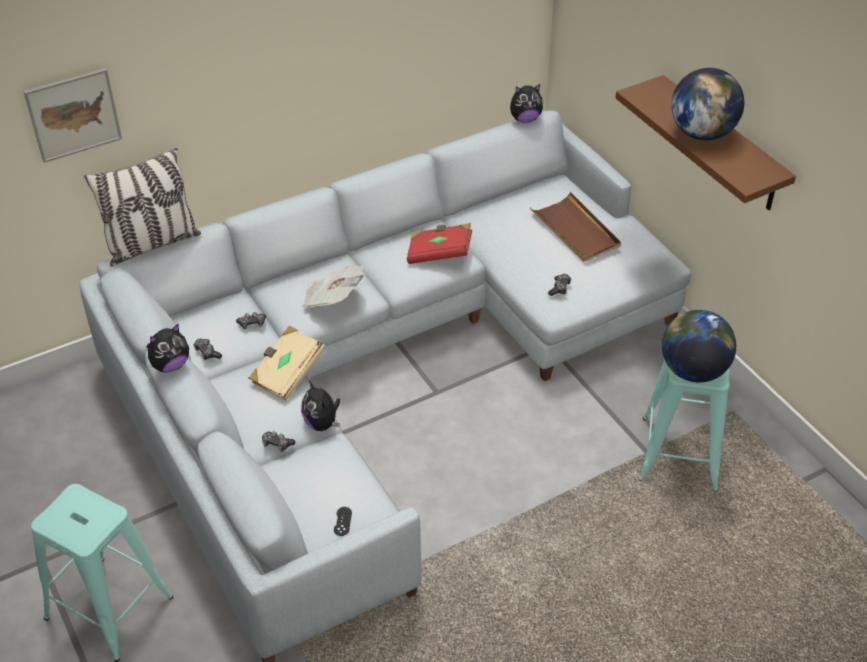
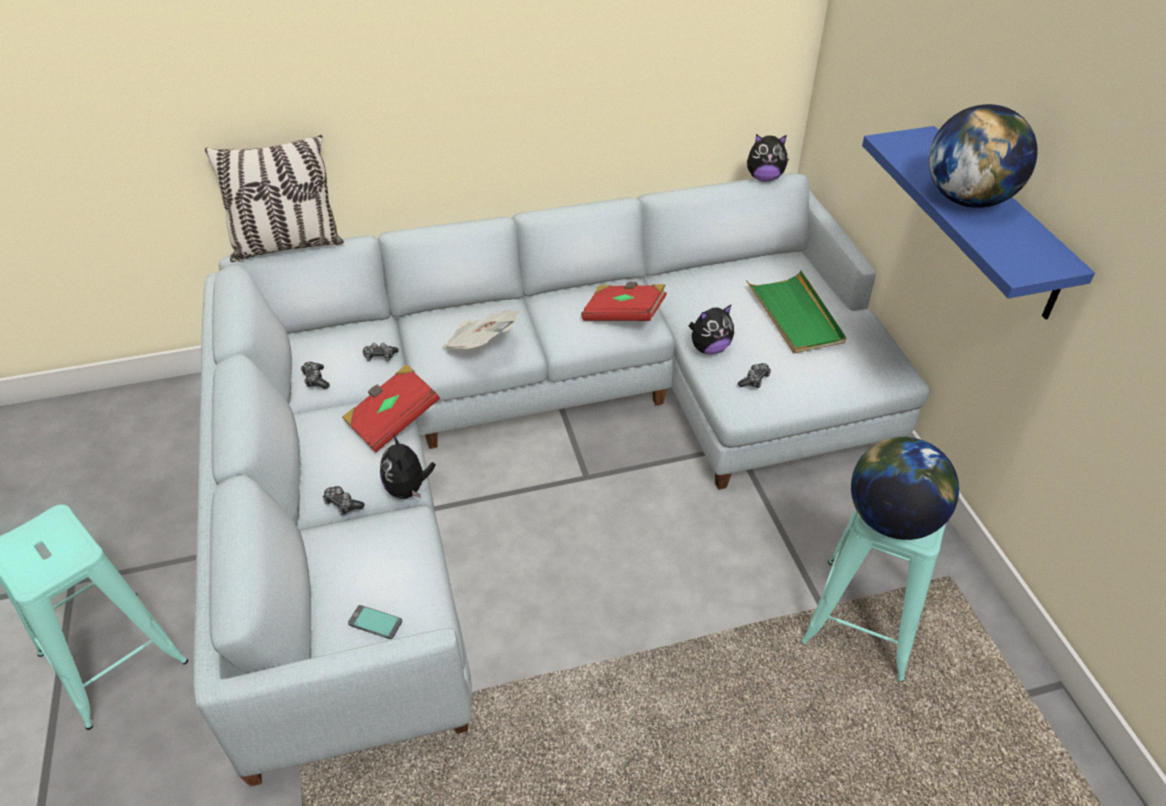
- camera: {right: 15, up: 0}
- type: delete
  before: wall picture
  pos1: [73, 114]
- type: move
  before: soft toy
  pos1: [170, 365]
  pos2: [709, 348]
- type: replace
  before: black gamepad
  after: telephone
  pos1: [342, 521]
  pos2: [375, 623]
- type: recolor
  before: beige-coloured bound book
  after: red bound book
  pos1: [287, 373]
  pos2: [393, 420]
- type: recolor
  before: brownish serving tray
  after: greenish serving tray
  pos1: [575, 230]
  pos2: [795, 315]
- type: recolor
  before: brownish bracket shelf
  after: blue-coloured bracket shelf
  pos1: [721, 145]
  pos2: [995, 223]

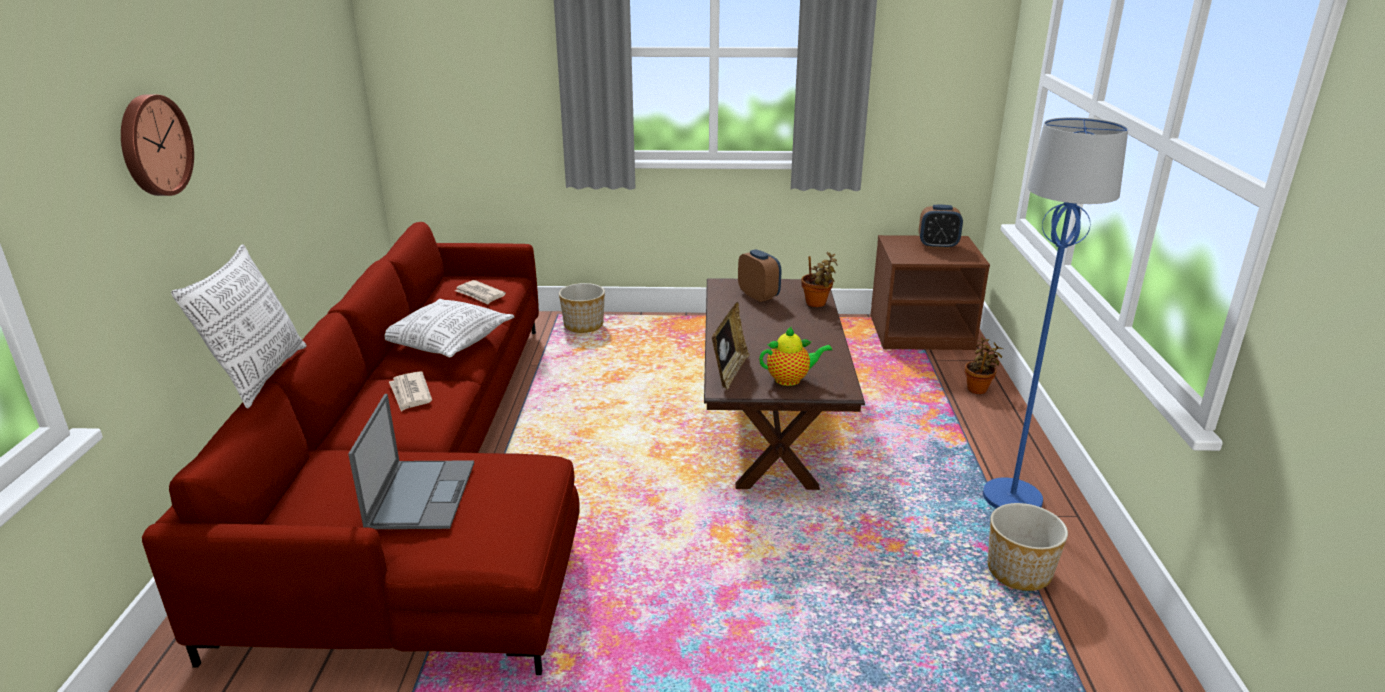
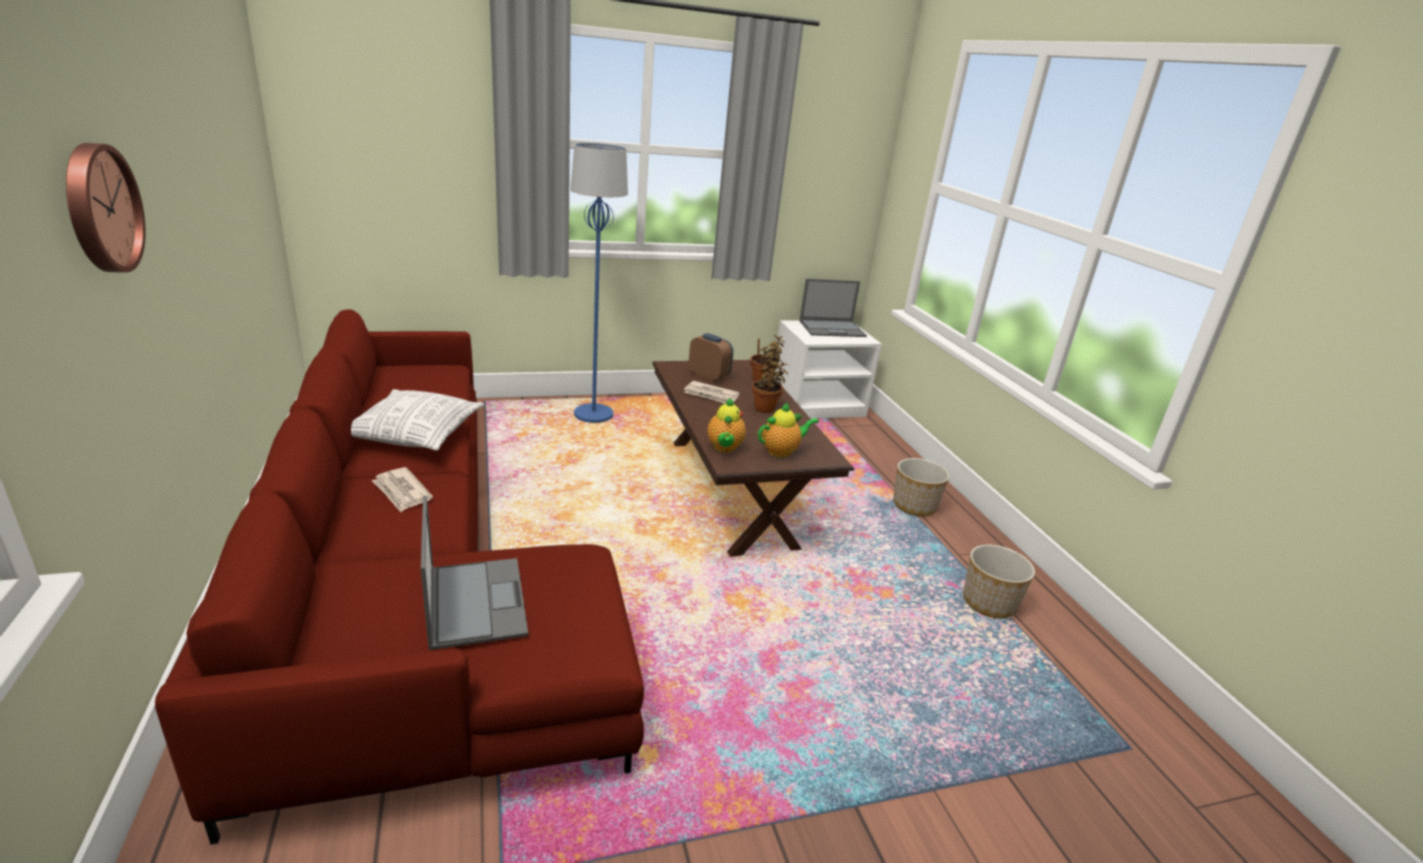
- camera: {right: -20, up: 0}
- type: delete
  before: cushion
  pos1: [260, 376]
- type: move
  before: newspaper
  pos1: [480, 294]
  pos2: [711, 395]
- type: move
  before: plant pot
  pos1: [584, 325]
  pos2: [914, 505]
- type: move
  before: plant in a pot
  pos1: [978, 389]
  pos2: [765, 408]
- type: move
  before: blue-coloured standing lamp
  pos1: [1012, 499]
  pos2: [593, 415]
- type: replace
  before: picture frame
  after: teapot
  pos1: [729, 372]
  pos2: [724, 448]
- type: replace
  before: table clock
  after: laptop
  pos1: [937, 246]
  pos2: [832, 329]
- type: recolor
  before: brownish bedside table
  after: white bedside table
  pos1: [921, 333]
  pos2: [817, 404]

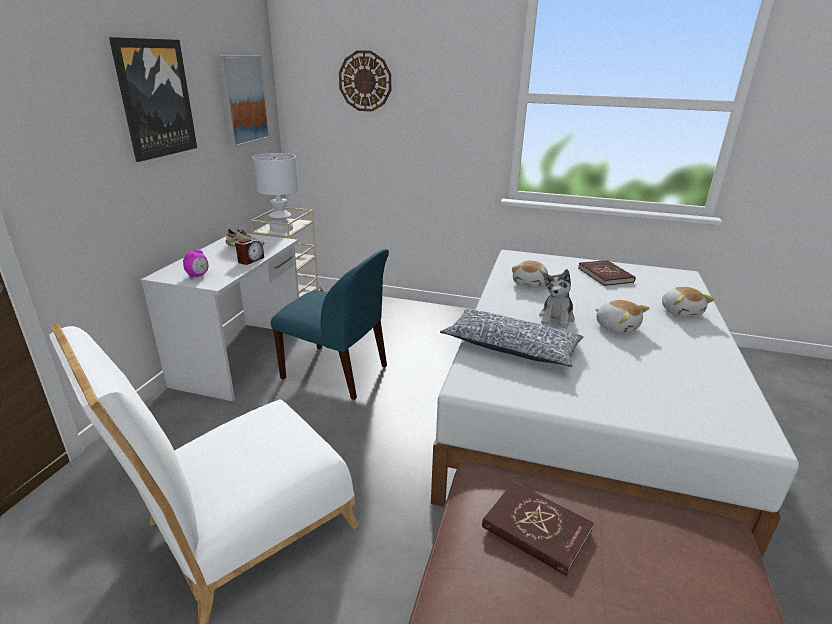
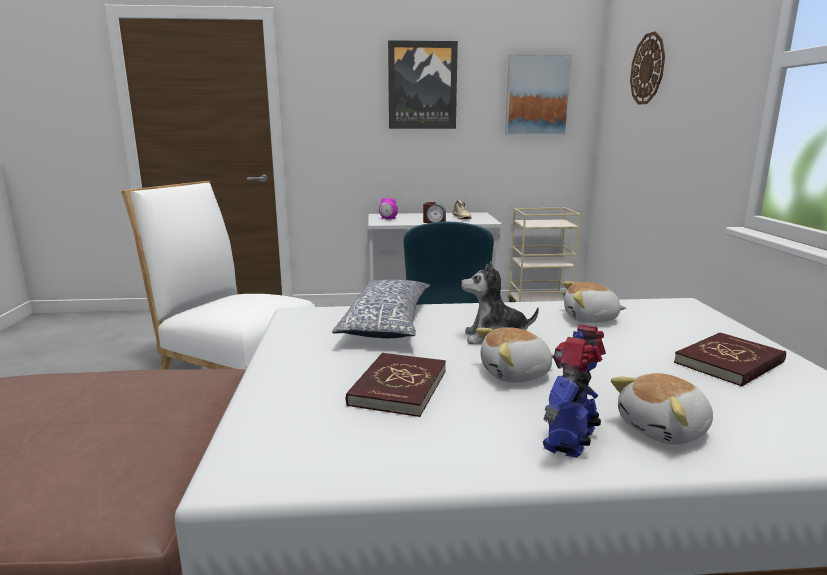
- camera: {right: 70, up: -10}
- type: delete
  before: white tabletop lamp
  pos1: [281, 229]
- type: insert
  after: robot figure
  pos2: [571, 440]
- type: move
  before: red bound book
  pos1: [536, 529]
  pos2: [398, 387]
- type: rotate
  before: soft toy
  pos1: [617, 327]
  pos2: [516, 374]
  turn: 45

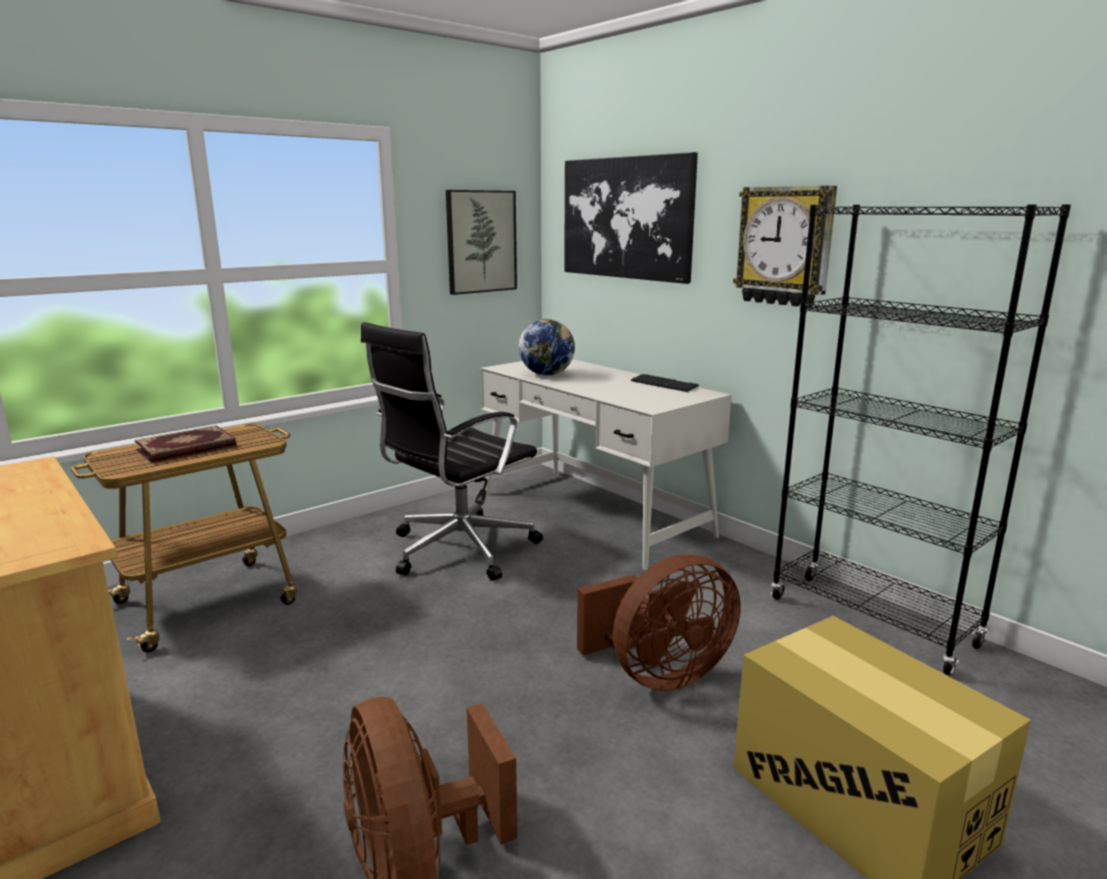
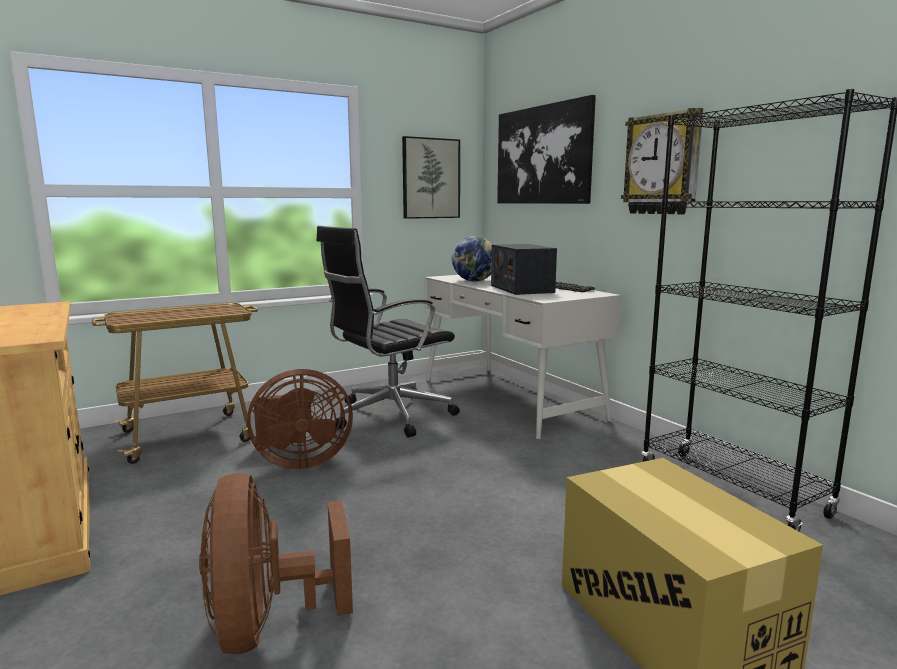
- camera: {right: 10, up: -5}
- type: delete
  before: bound book
  pos1: [187, 448]
- type: insert
  after: radio
  pos2: [521, 289]
- type: move
  before: brownish cooling fan
  pos1: [659, 675]
  pos2: [299, 462]

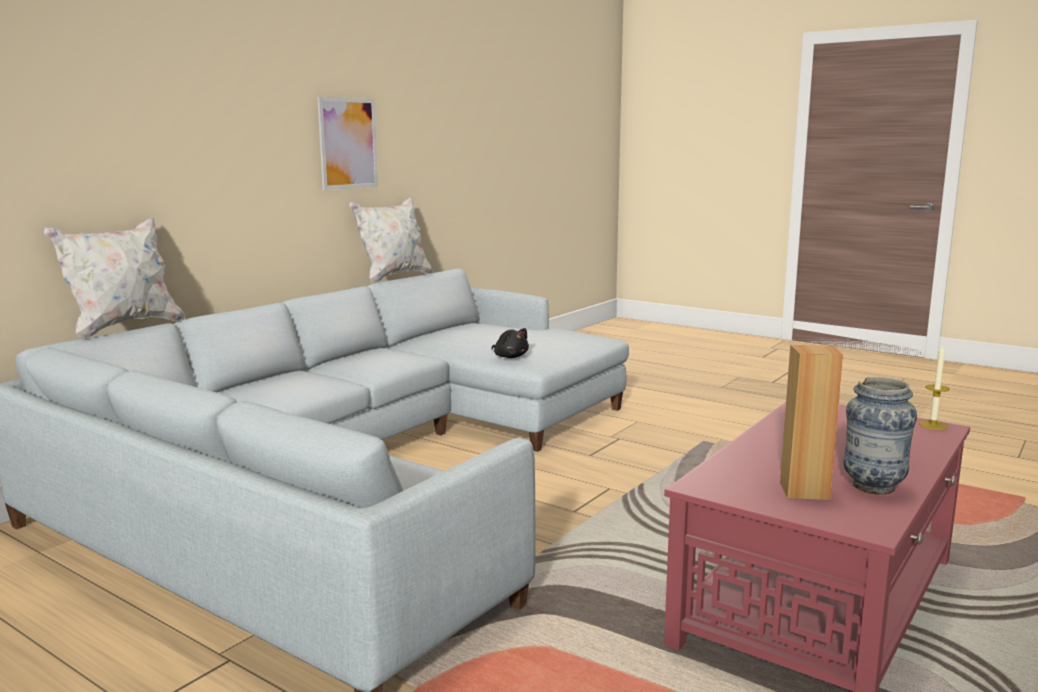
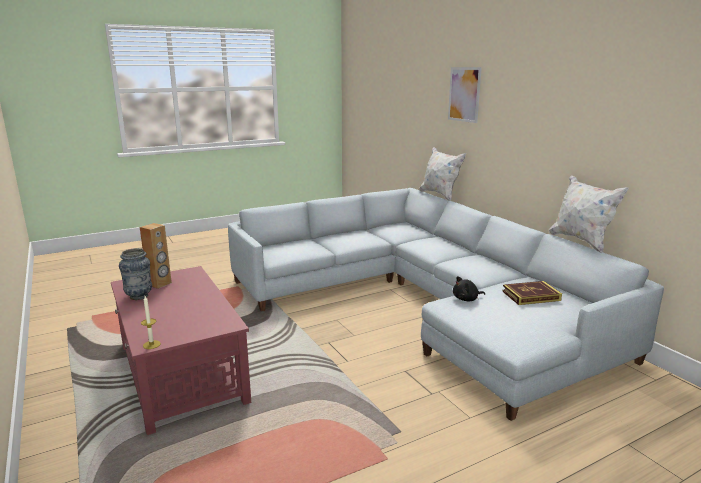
- camera: {right: 115, up: 5}
- type: insert
  after: bound book
  pos2: [531, 296]
- type: move
  before: wall picture
  pos1: [348, 143]
  pos2: [464, 94]

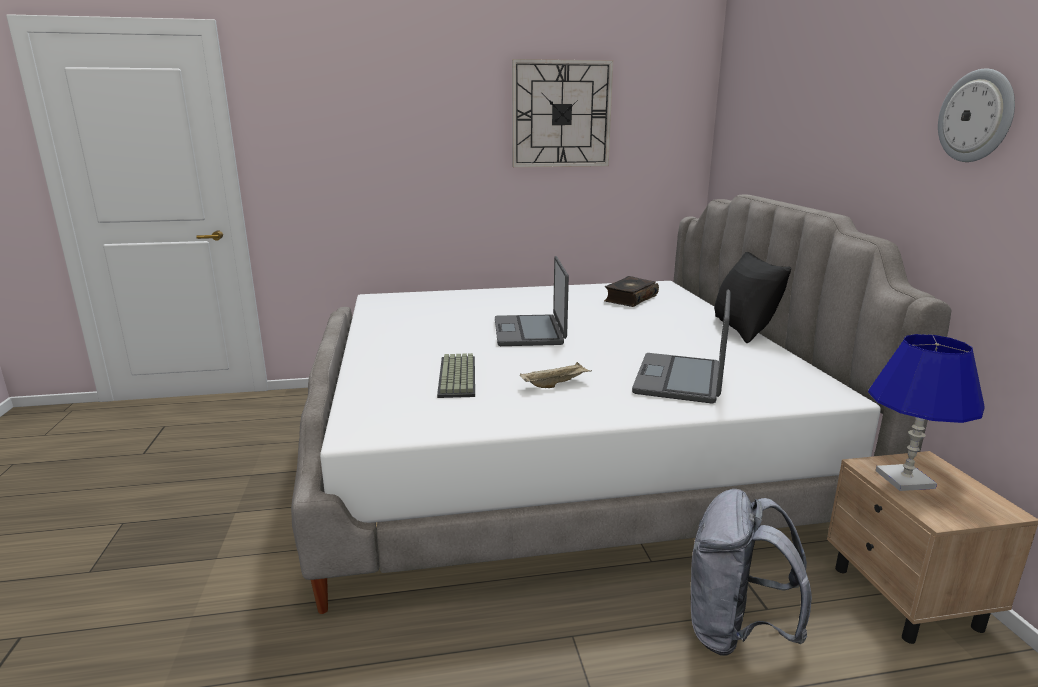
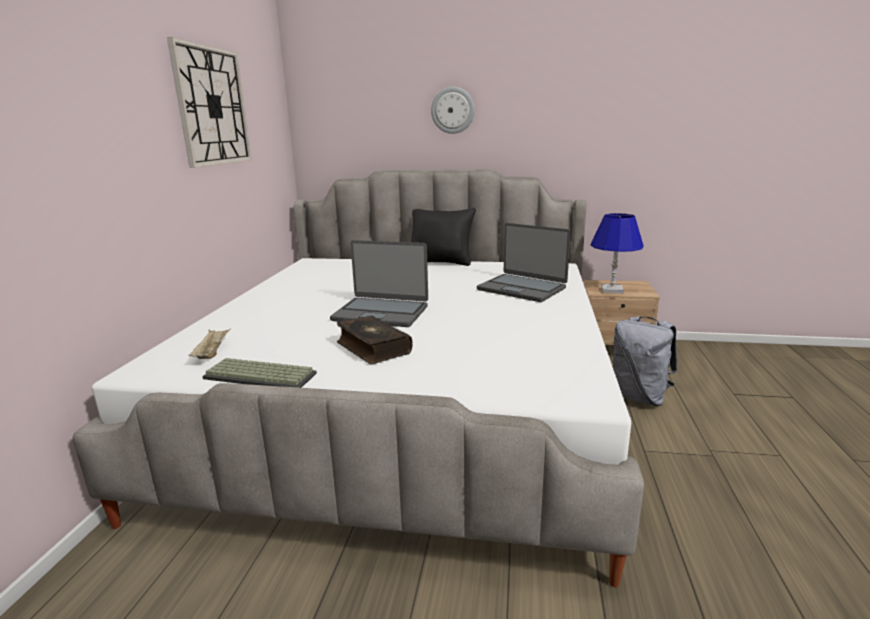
- camera: {right: -70, up: 0}
- type: move
  before: PC keyboard
  pos1: [459, 377]
  pos2: [262, 375]
- type: move
  before: beige-coloured serving tray
  pos1: [555, 384]
  pos2: [212, 353]
- type: move
  before: bound book
  pos1: [630, 299]
  pos2: [372, 348]
- type: move
  before: clock on the wall
  pos1: [976, 116]
  pos2: [453, 110]

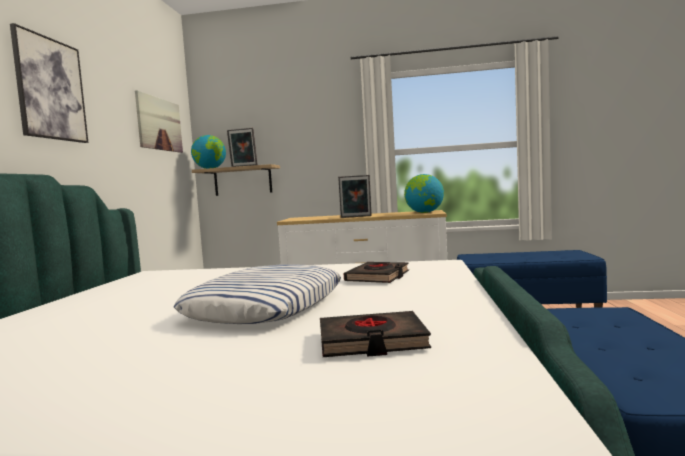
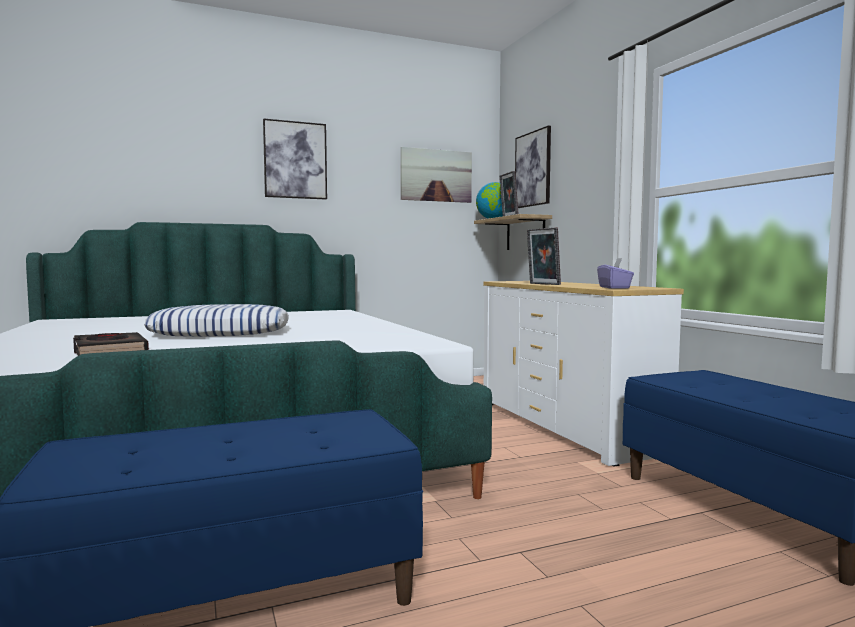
- camera: {right: 60, up: 0}
- type: delete
  before: black bound book
  pos1: [378, 277]
- type: insert
  after: wall picture
  pos2: [533, 169]
- type: replace
  before: globe
  after: purple tissue box
  pos1: [424, 212]
  pos2: [614, 287]

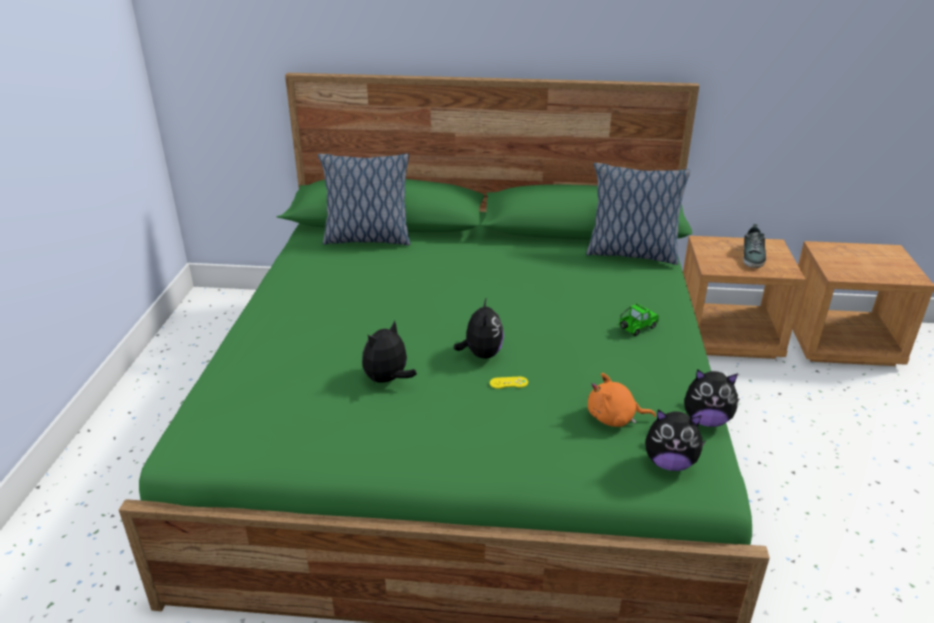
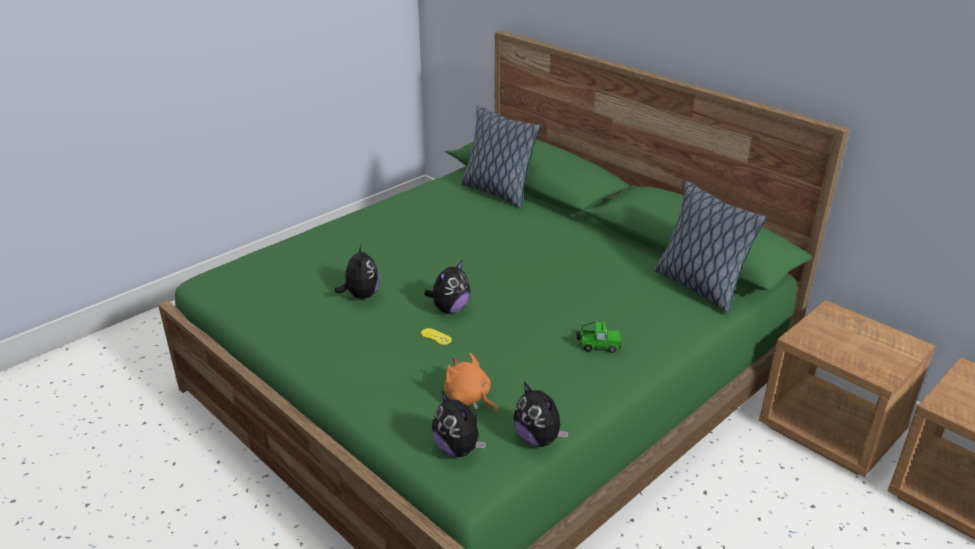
- camera: {right: 40, up: 0}
- type: delete
  before: item of footwear
  pos1: [753, 256]
- type: rotate
  before: soft toy
  pos1: [388, 380]
  pos2: [361, 295]
  turn: 90

